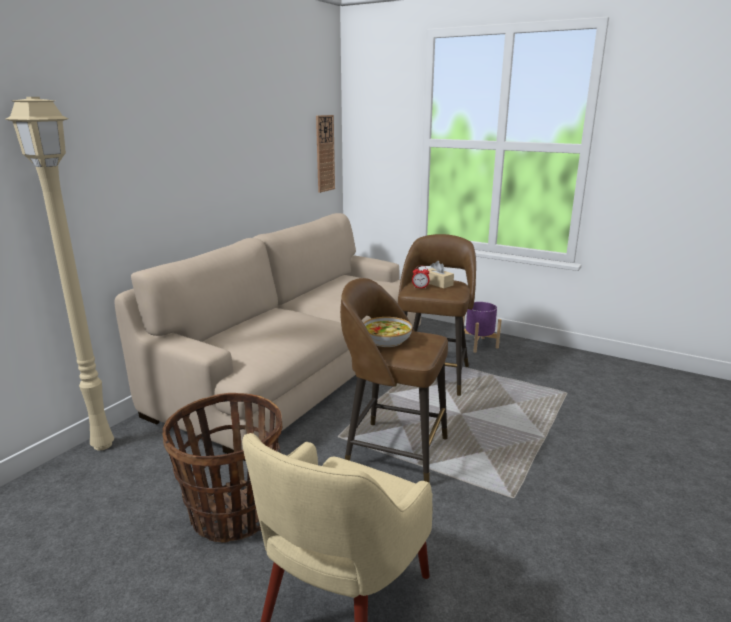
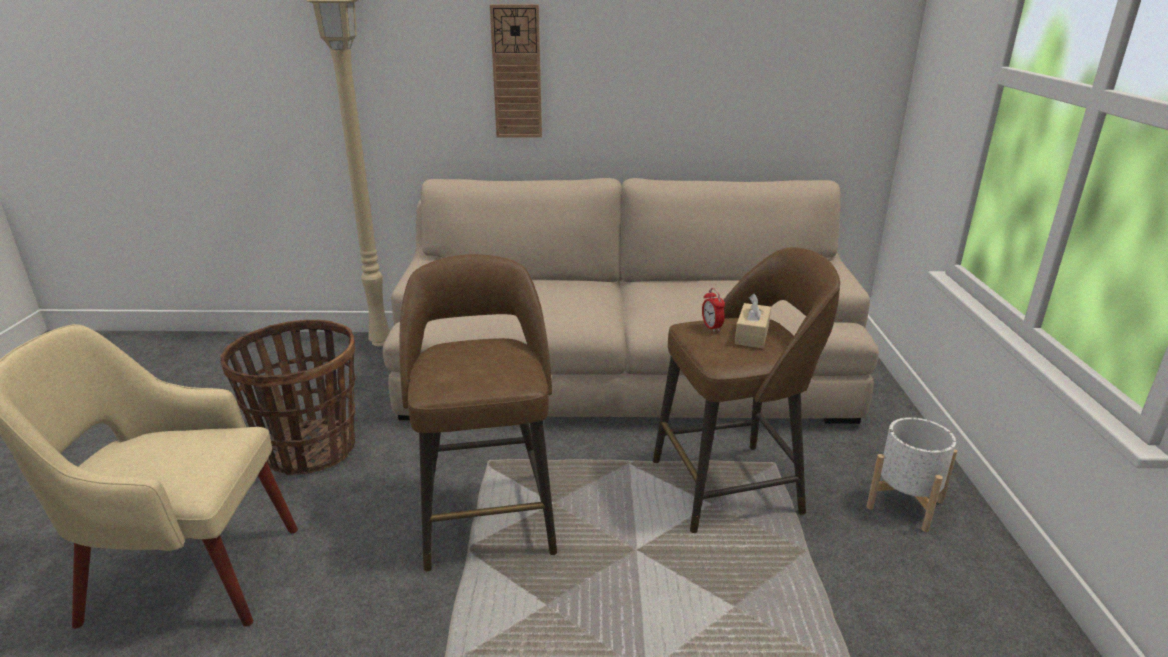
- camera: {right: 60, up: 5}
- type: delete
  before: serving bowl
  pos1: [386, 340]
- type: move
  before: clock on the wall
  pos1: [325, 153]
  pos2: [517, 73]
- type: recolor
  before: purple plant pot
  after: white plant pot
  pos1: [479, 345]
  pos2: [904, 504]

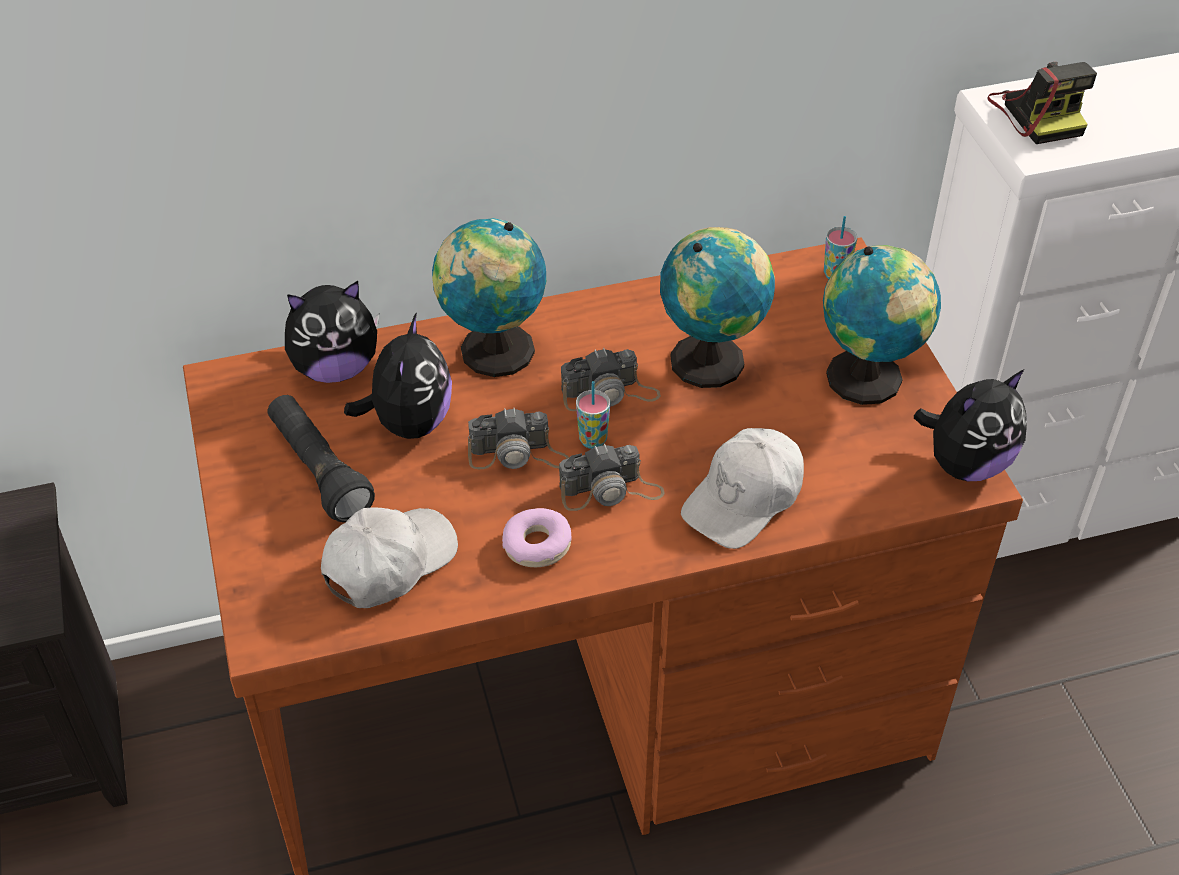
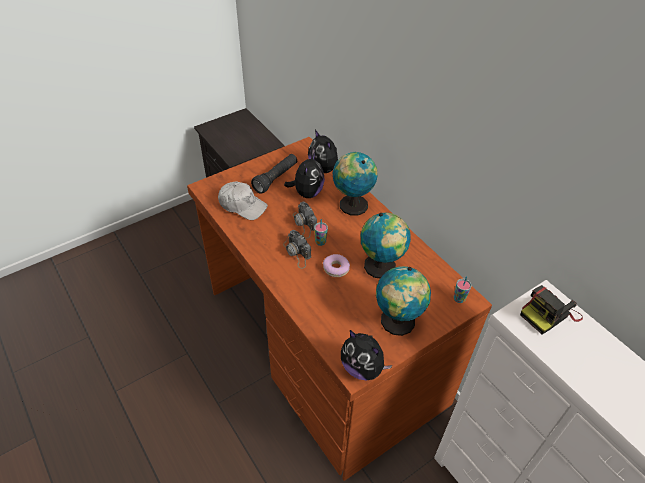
- camera: {right: 70, up: 0}
- type: delete
  before: photo camera
  pos1: [609, 393]
- type: delete
  before: white cap
  pos1: [744, 499]
- type: move
  before: doughnut
  pos1: [537, 545]
  pos2: [336, 268]
- type: rotate
  before: soft toy
  pos1: [409, 422]
  pos2: [307, 193]
  turn: -60

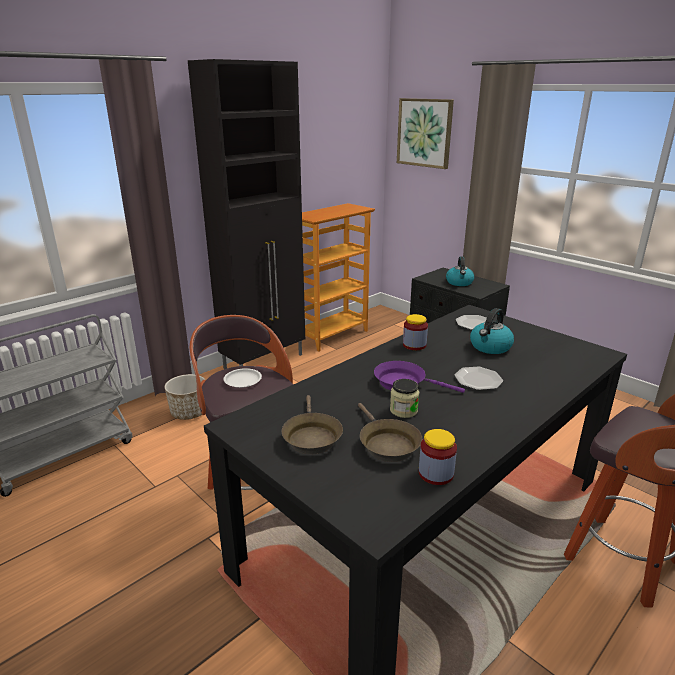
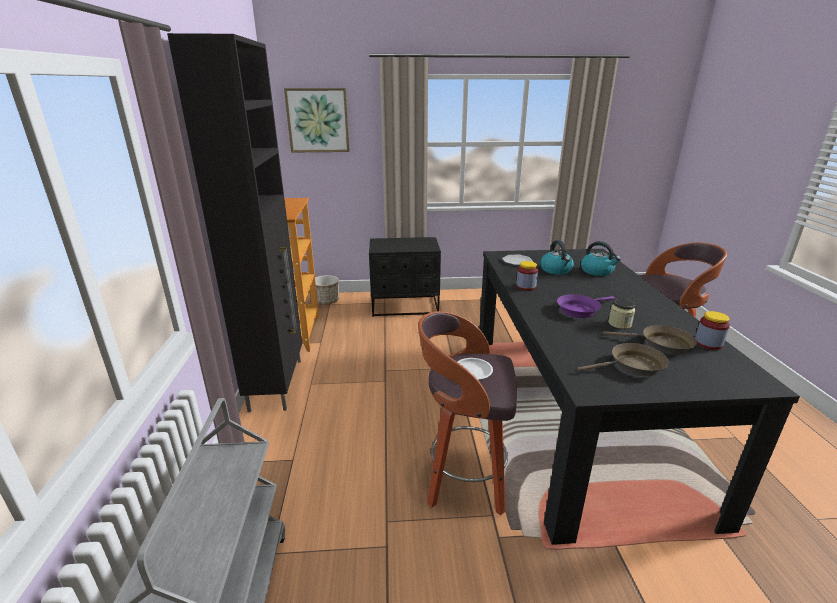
- camera: {right: -50, up: 0}
- type: delete
  before: plate
  pos1: [478, 380]
- type: move
  before: plant pot
  pos1: [189, 412]
  pos2: [326, 301]
- type: move
  before: water kettle
  pos1: [459, 282]
  pos2: [597, 271]
- type: rotate
  before: brownish frying pan
  pos1: [311, 436]
  pos2: [632, 366]
  turn: -45

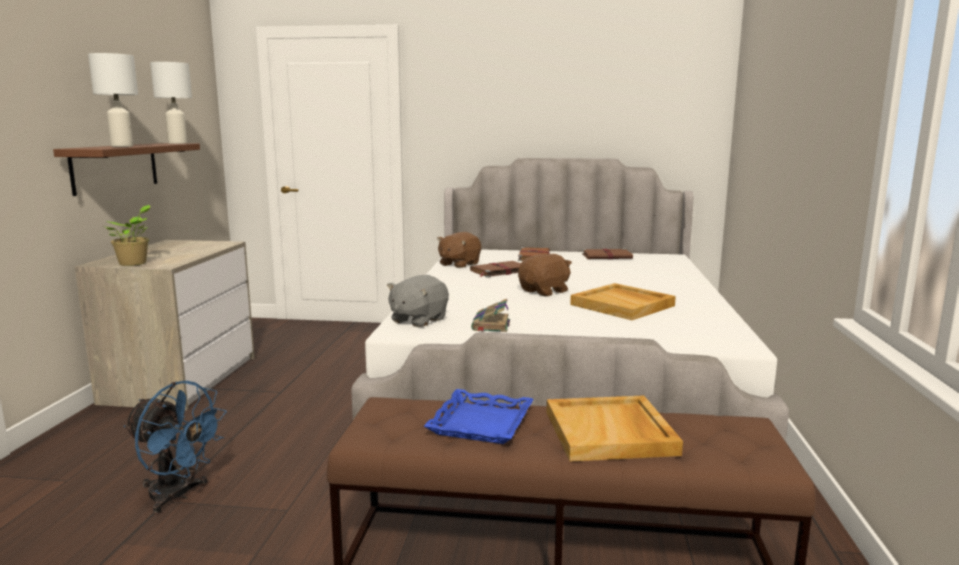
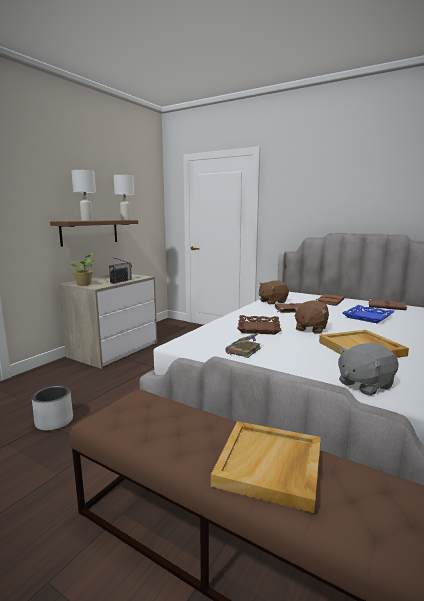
- camera: {right: 25, up: 0}
- type: insert
  after: radio
  pos2: [121, 281]
- type: insert
  after: brownish serving tray
  pos2: [258, 328]
- type: move
  before: greyish soft toy
  pos1: [418, 320]
  pos2: [364, 384]
- type: move
  before: blue-coloured serving tray
  pos1: [482, 423]
  pos2: [368, 317]
- type: replace
  before: blue-coloured cooling fan
  after: greyish plant pot
  pos1: [178, 496]
  pos2: [54, 421]
- type: rotate
  before: brownish soft toy
  pos1: [545, 291]
  pos2: [310, 329]
  turn: 135

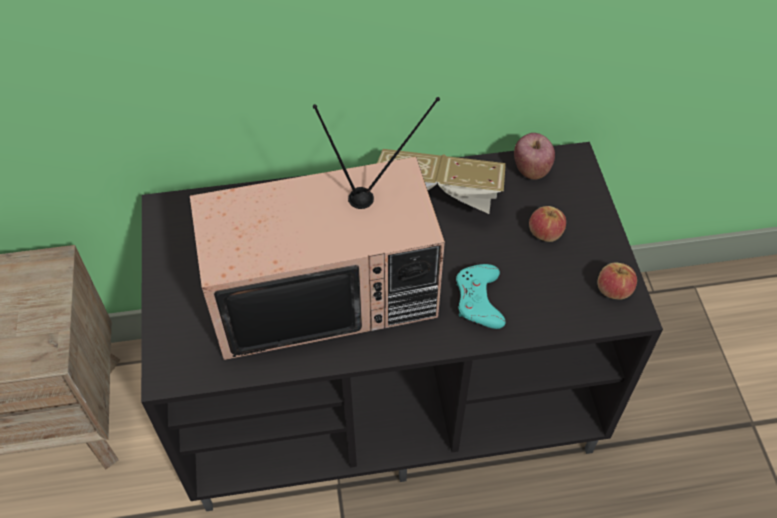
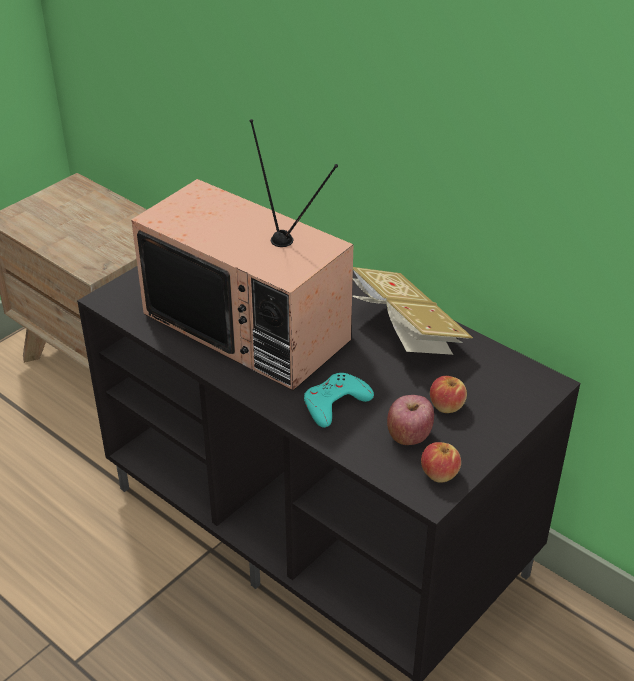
- camera: {right: 50, up: -15}
- type: move
  before: apple fruit
  pos1: [531, 169]
  pos2: [409, 436]

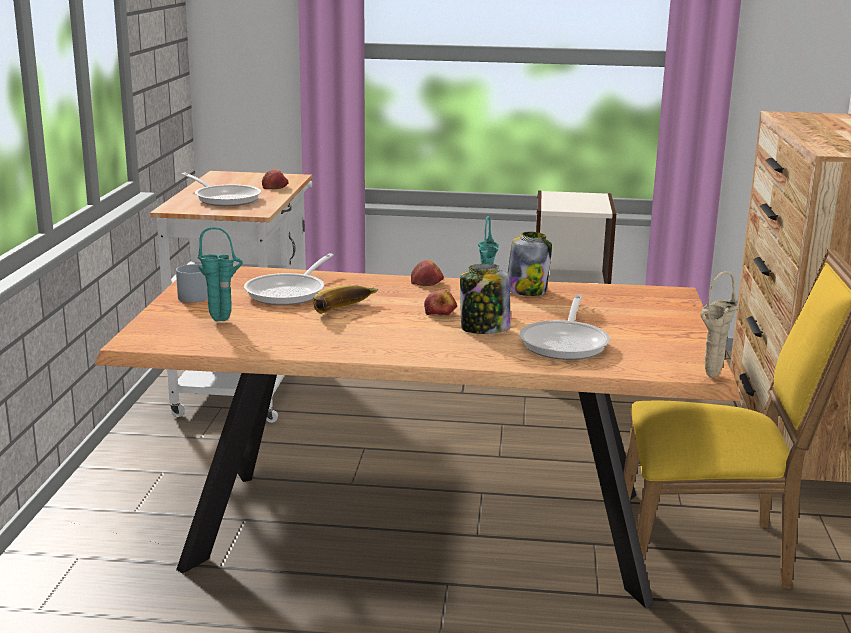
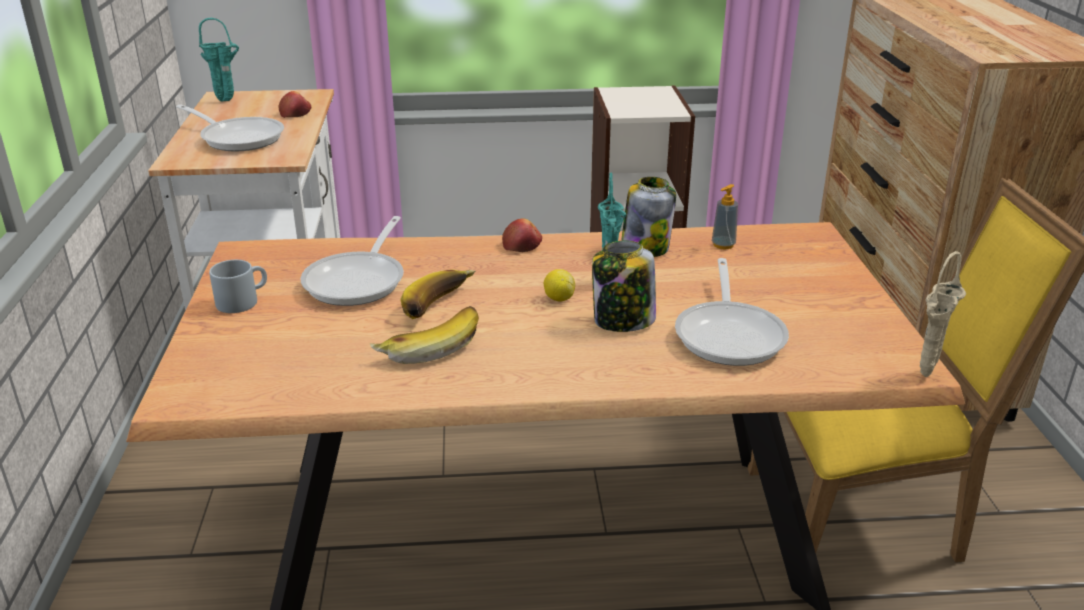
- camera: {right: -10, up: 10}
- type: insert
  after: whole banana
  pos2: [428, 347]
- type: insert
  after: soap bottle
  pos2: [723, 245]
- type: move
  before: turquoise decorative vase
  pos1: [223, 321]
  pos2: [228, 101]
- type: replace
  before: apple fruit
  after: lemon
  pos1: [440, 313]
  pos2: [559, 298]

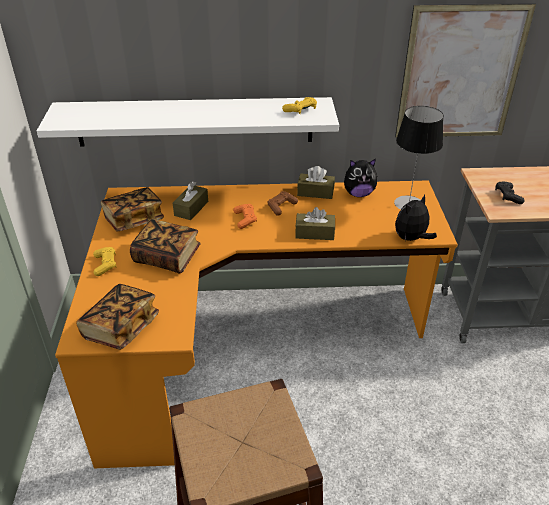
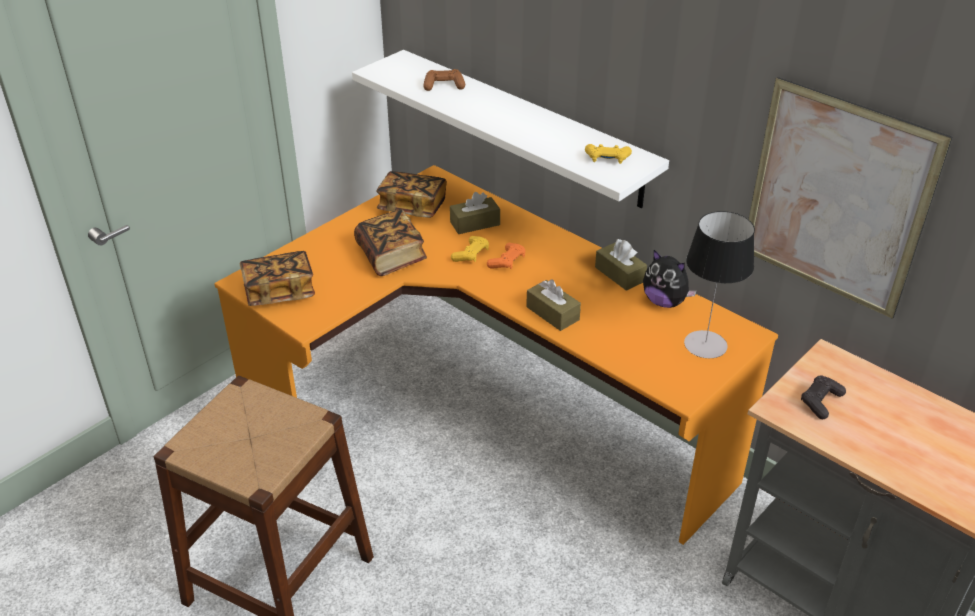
- camera: {right: 45, up: 0}
- type: delete
  before: soft toy
  pos1: [411, 239]
- type: move
  before: yellowish gamepad
  pos1: [105, 265]
  pos2: [471, 255]
- type: move
  before: brownish gamepad
  pos1: [281, 207]
  pos2: [444, 86]

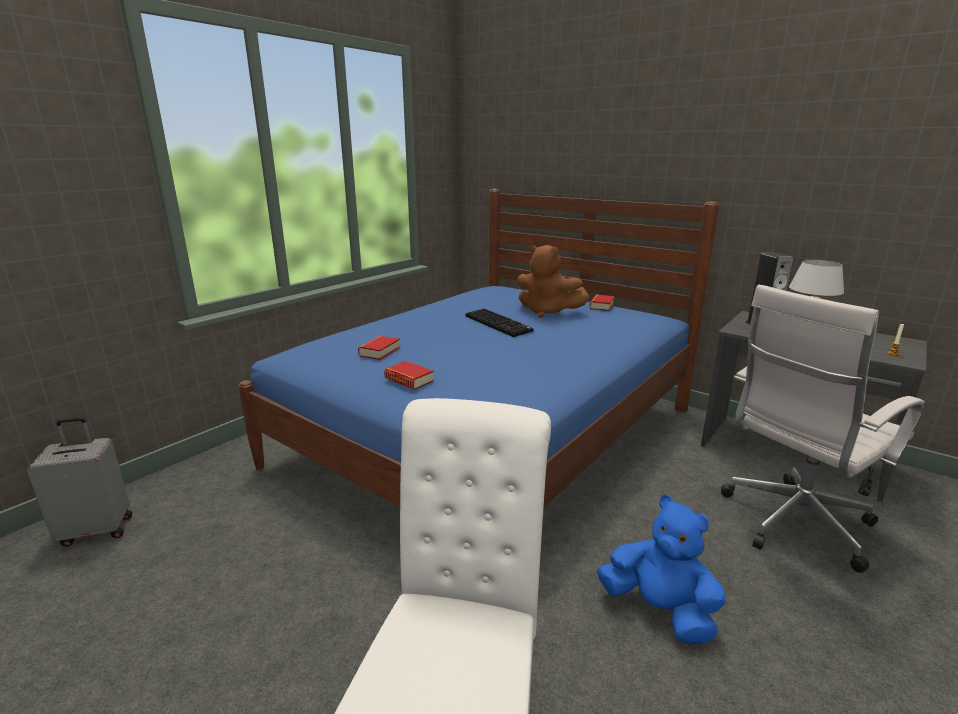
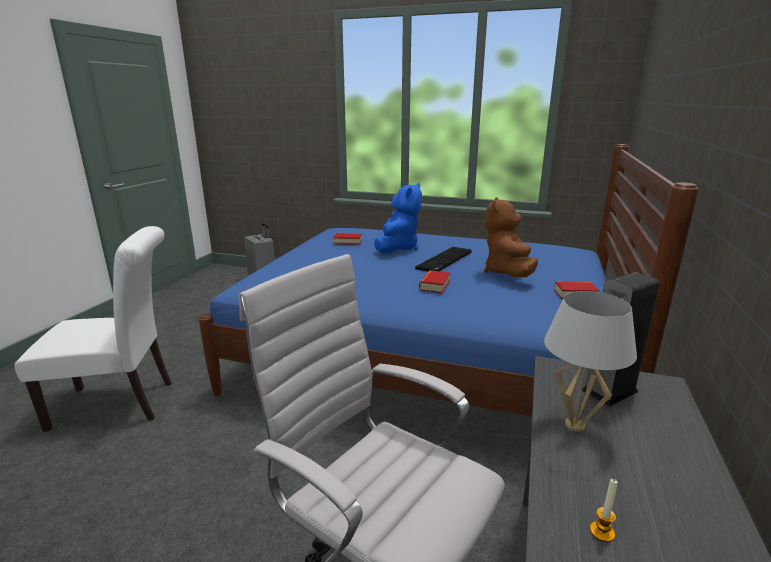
- camera: {right: 70, up: 0}
- type: move
  before: bound book
  pos1: [409, 380]
  pos2: [434, 285]
- type: move
  before: blue-coloured soft toy
  pos1: [659, 610]
  pos2: [398, 248]

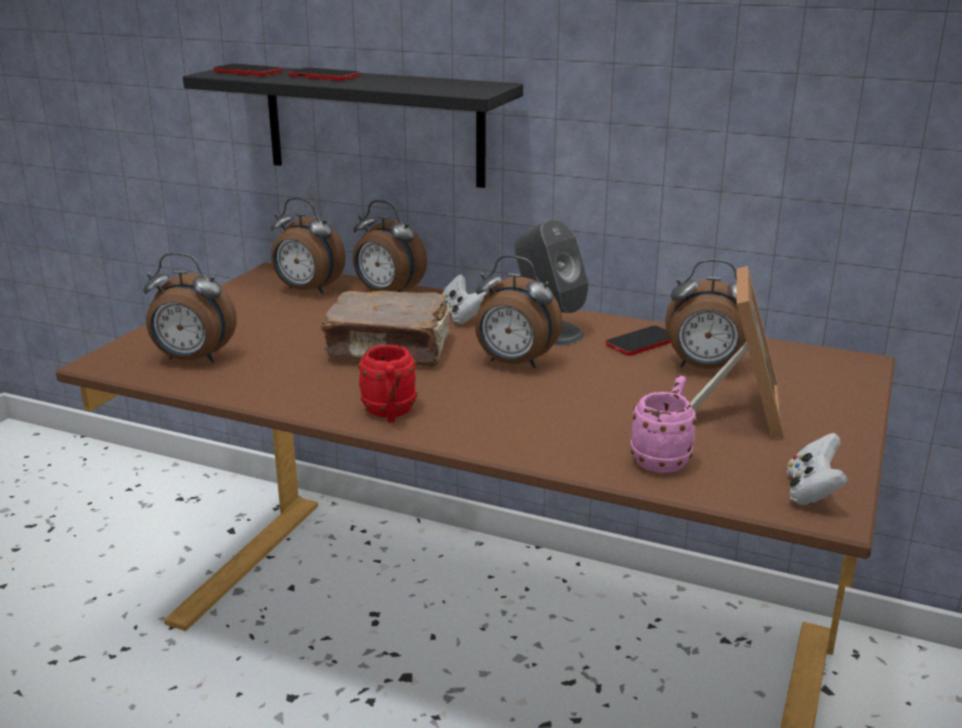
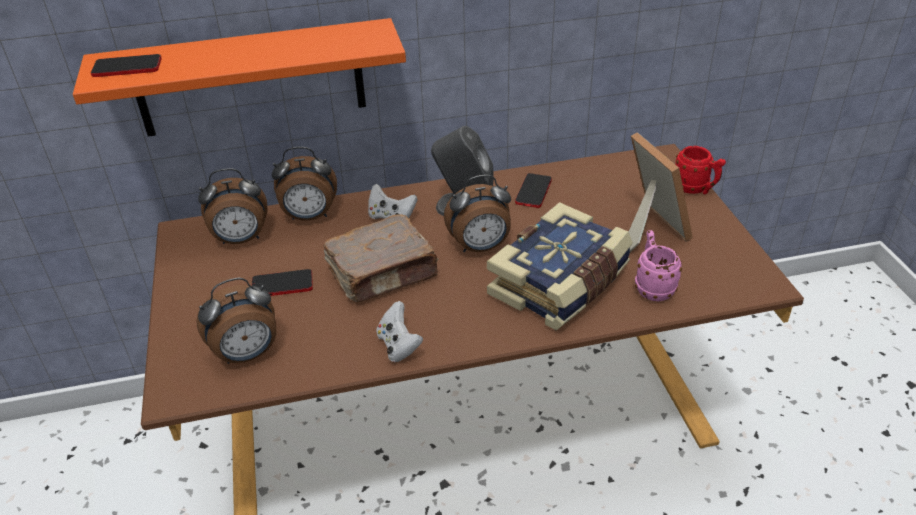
- camera: {right: -35, up: 15}
- type: delete
  before: table clock
  pos1: [704, 368]
- type: insert
  after: bound book
  pos2: [561, 284]
- type: move
  before: telephone
  pos1: [324, 76]
  pos2: [282, 284]
- type: move
  before: red tea mug
  pos1: [390, 414]
  pos2: [695, 189]
- type: move
  before: white gamepad
  pos1: [811, 492]
  pos2: [398, 346]
- type: recolor
  before: black bracket shelf
  after: orange bracket shelf
  pos1: [373, 125]
  pos2: [250, 79]

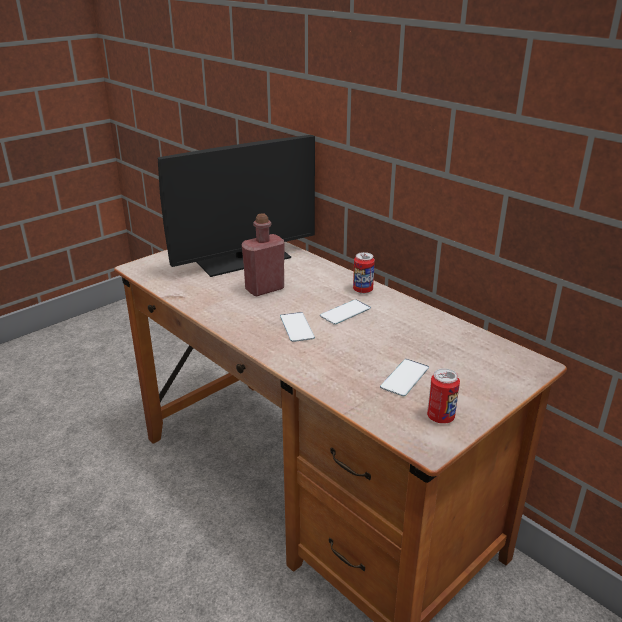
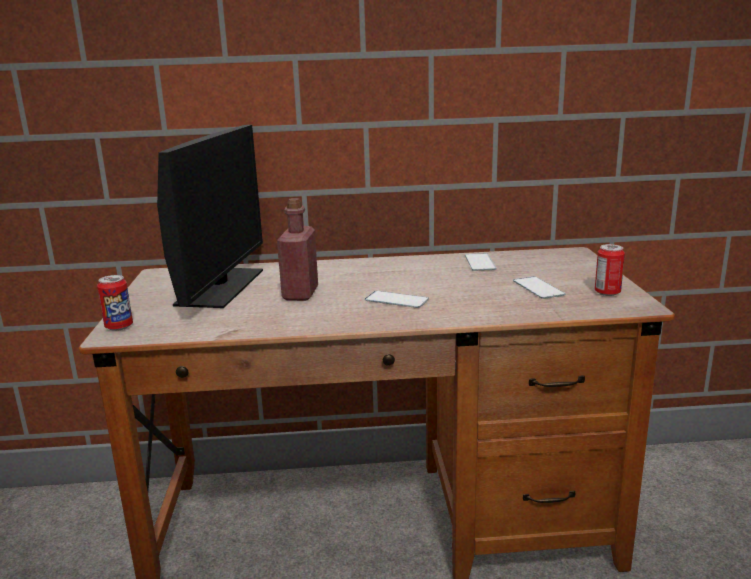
- camera: {right: -50, up: -10}
- type: move
  before: telephone
  pos1: [345, 312]
  pos2: [480, 262]
- type: move
  before: sealed can
  pos1: [363, 290]
  pos2: [119, 327]

